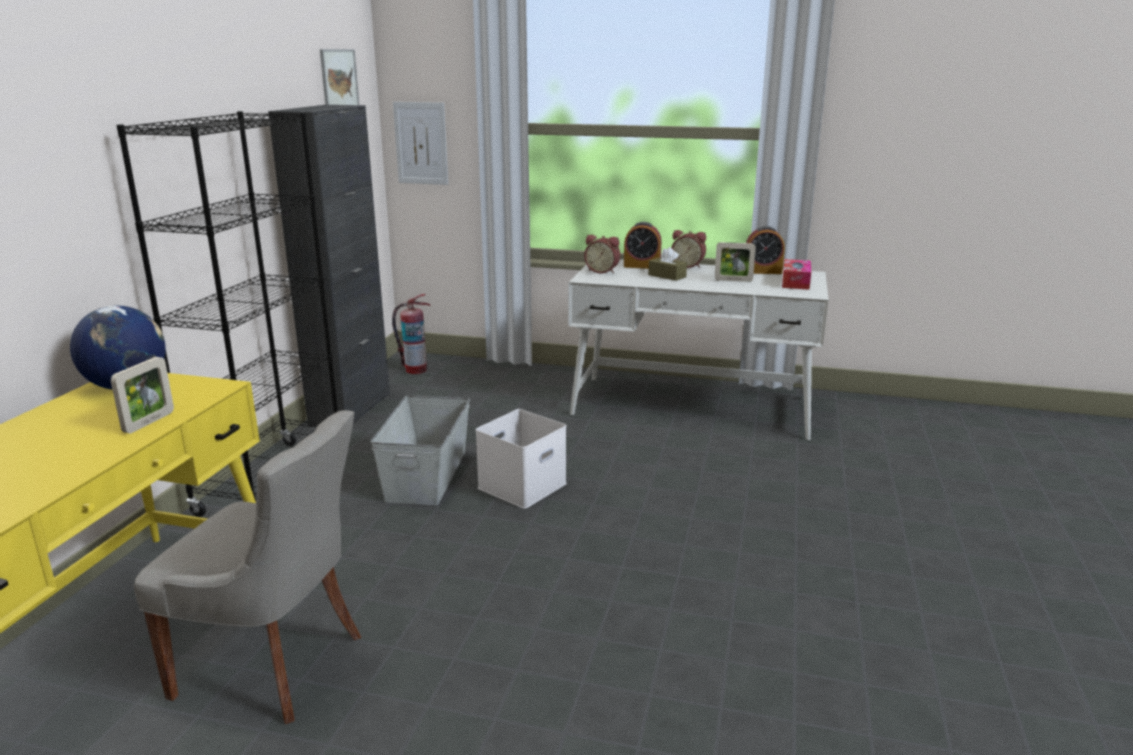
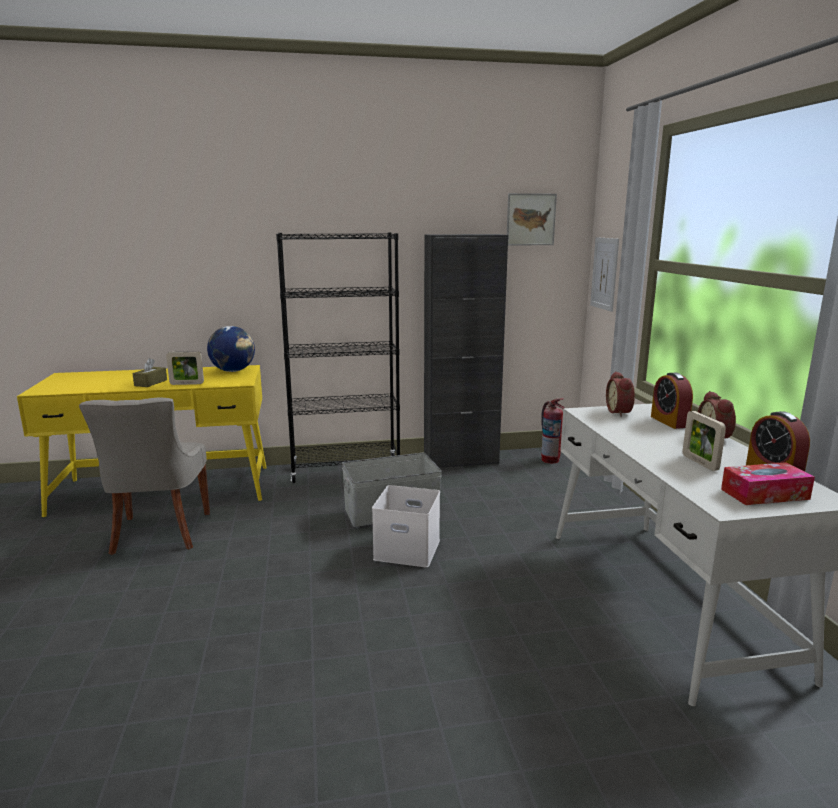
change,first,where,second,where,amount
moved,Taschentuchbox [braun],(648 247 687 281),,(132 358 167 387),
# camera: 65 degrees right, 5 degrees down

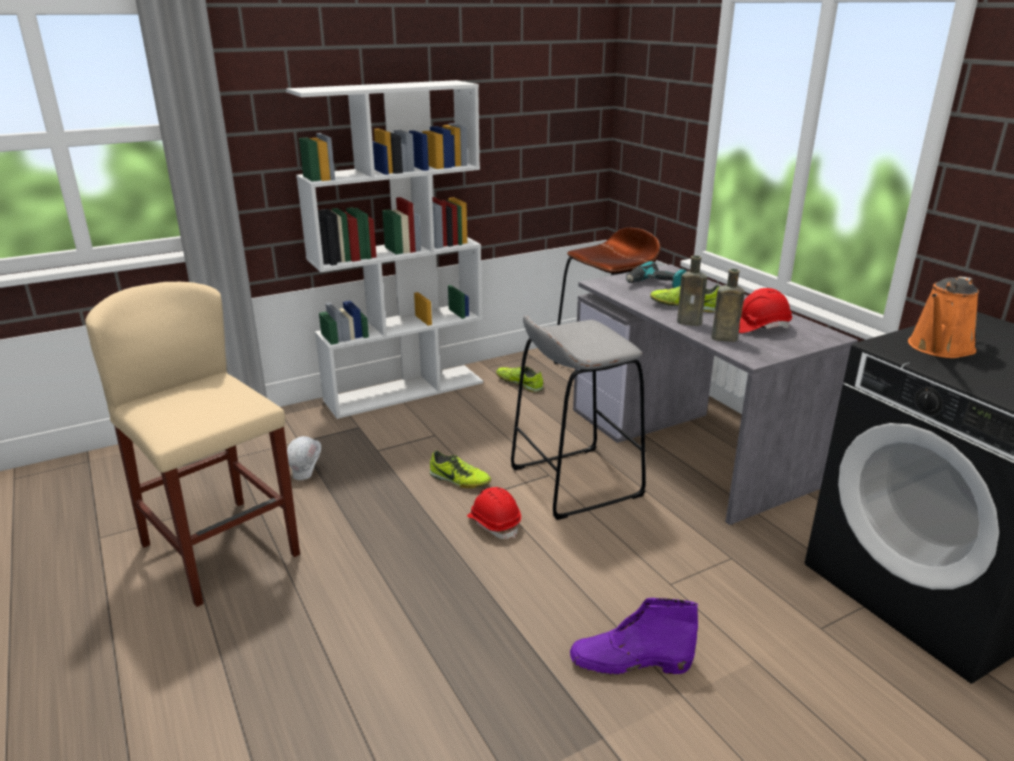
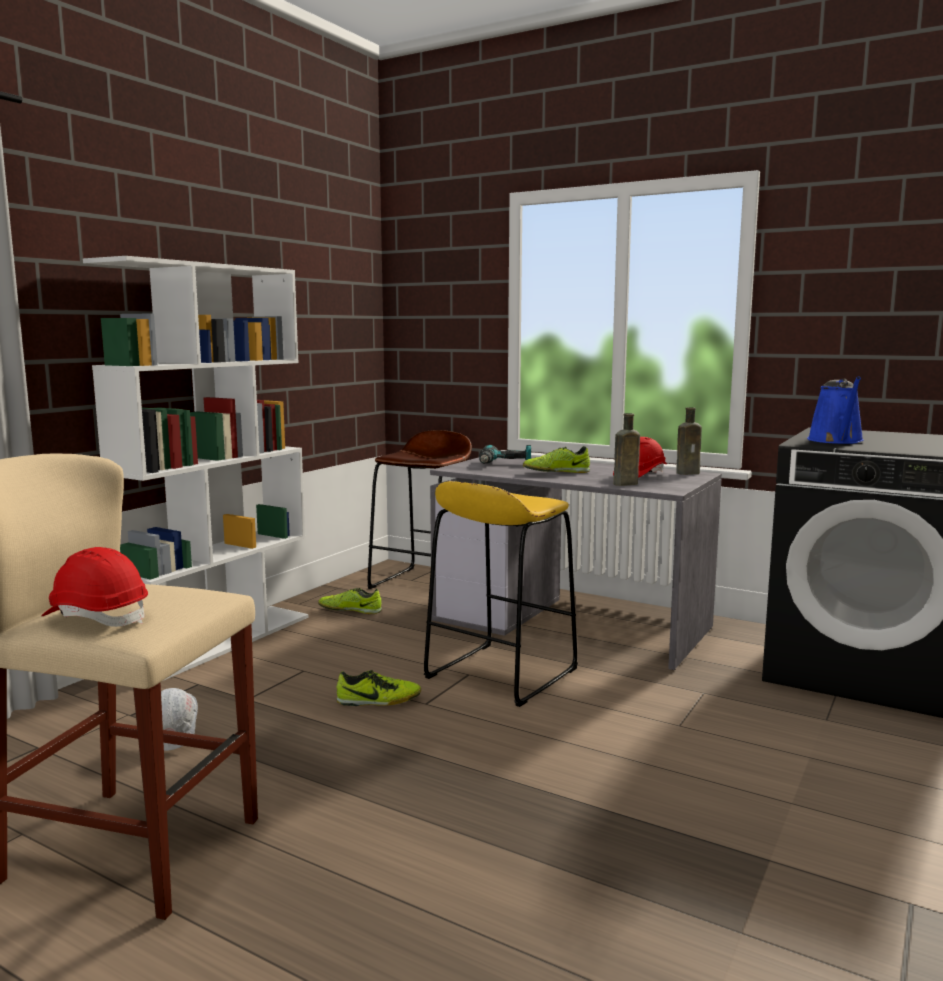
change,first,where,second,where,amount
moved,Schutzhelm [rot],(467 487 521 539),,(41 547 148 627),
recoloured,Hocker [grau],(511 316 646 520),Hocker [gelb],(424 481 578 707),
removed,Stiefel [lila],(570 598 698 676),,,
moved,Flasche [braun],(677 255 707 326),,(676 407 702 475),
recoloured,Gießkanne [orange],(908 276 979 358),Gießkanne [blau],(807 377 864 444),
# camera: 30 degrees left, 15 degrees down

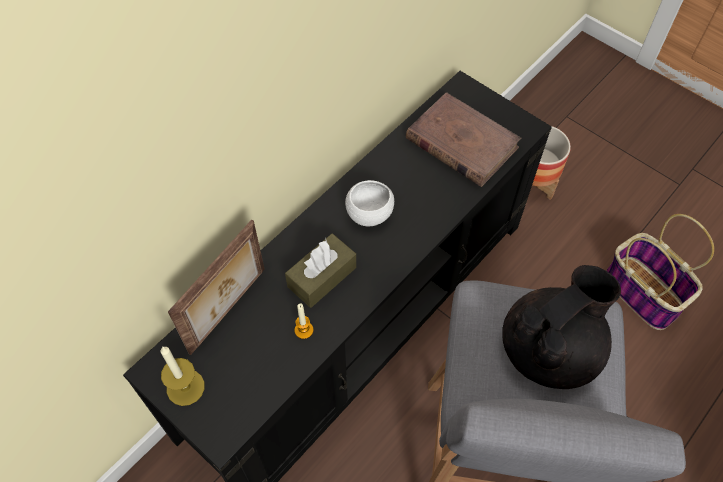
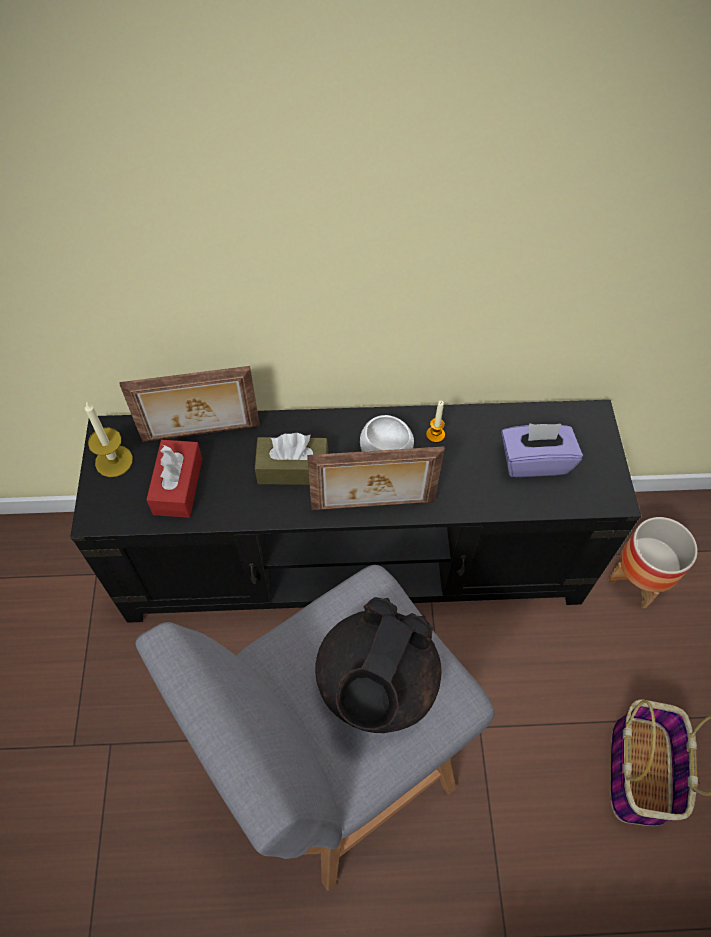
change,first,where,second,where,amount
moved,Kerze,(294 303 314 339),,(426 401 445 443),
replaced,Buch [braun],(406 92 522 187),Taschentuchbox [lila],(501 423 583 477),
turned,Teekanne [schwarz],(502 265 621 389),,(315 597 441 733),105 degrees clockwise
added,,,Taschentuchbox [rot],(146 440 202 518),
added,,,Bilderrahmen,(307 446 445 510),
# camera: 45 degrees right, 0 degrees up

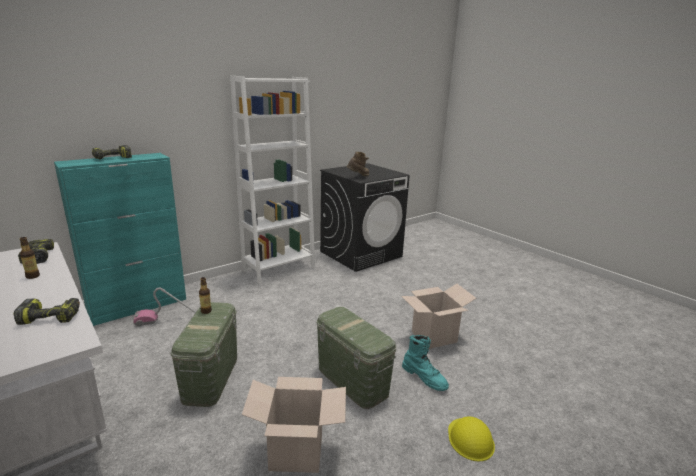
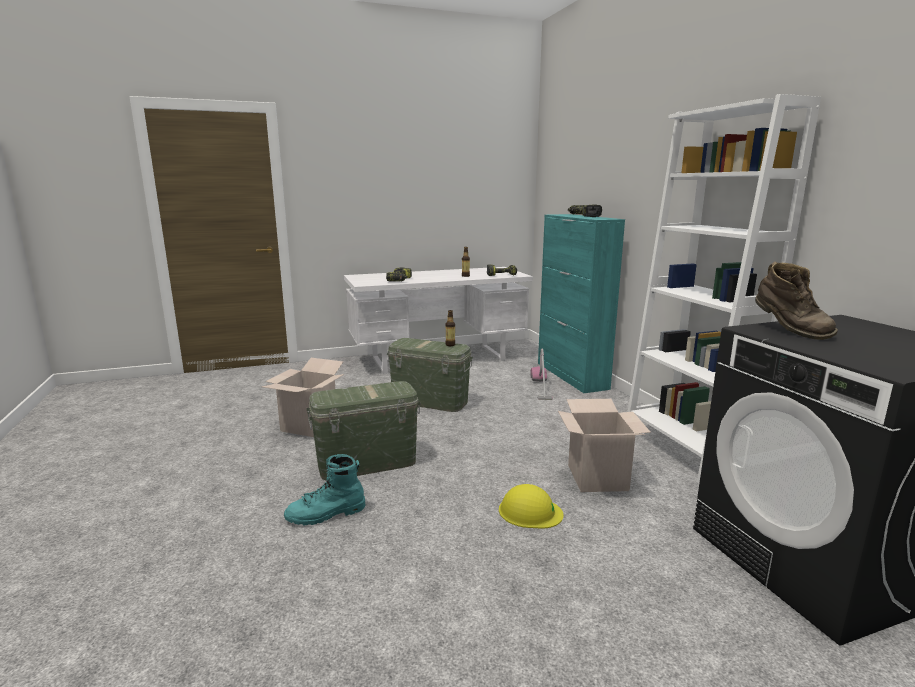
change,first,where,second,where,amount
moved,Karton,(401 284 476 349),,(558 399 651 492),
moved,Schutzhelm [gelb],(448 416 495 461),,(499 484 564 529),
# camera: 110 degrees right, 5 degrees down

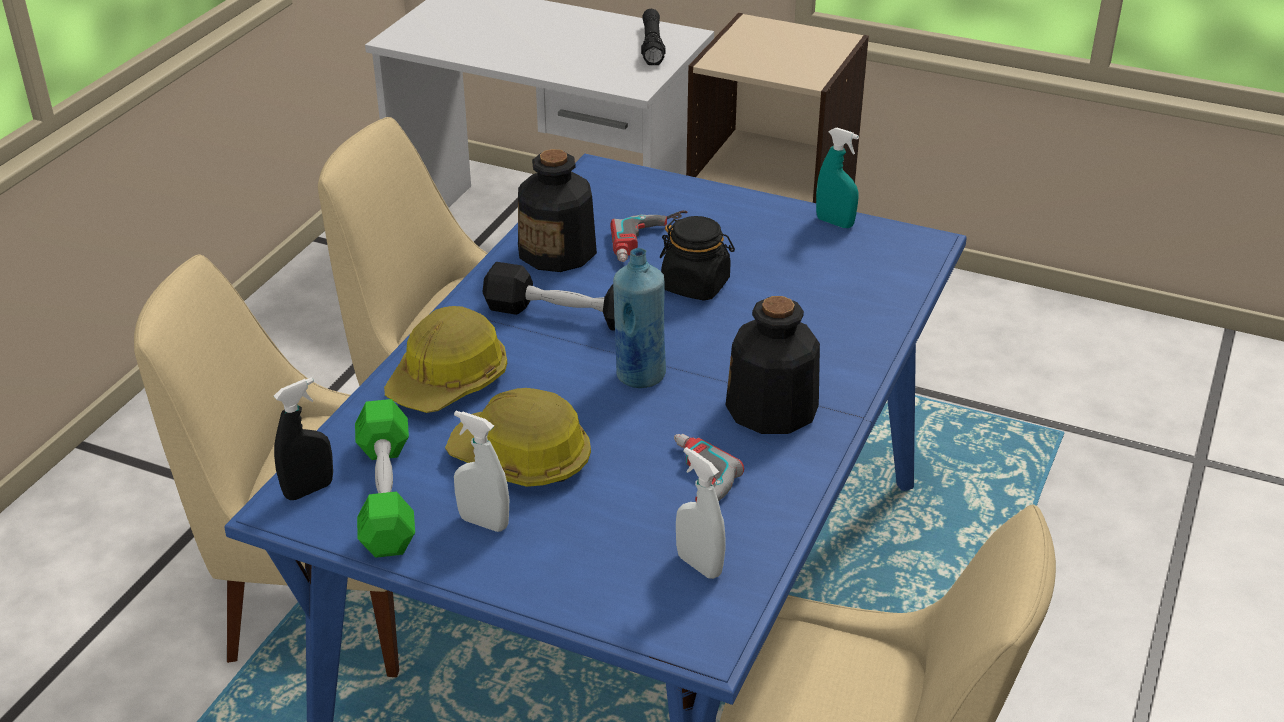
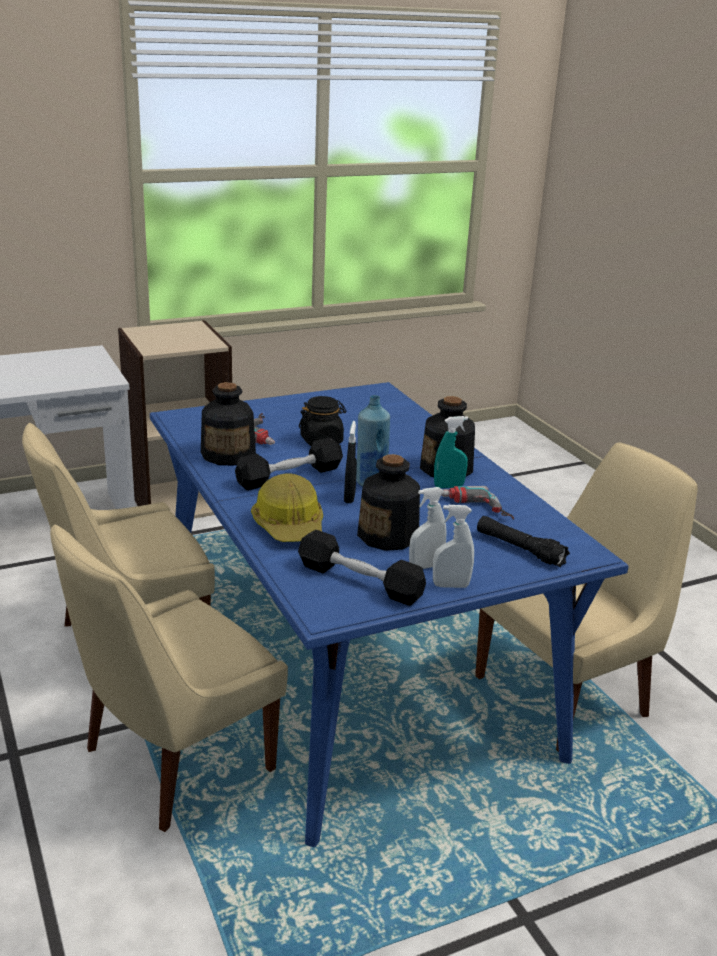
change,first,where,second,where,amount
moved,Sprühflasche [schwarz],(274 377 333 500),,(344 421 357 503),
recoloured,Hantel [grün],(355 399 415 558),Hantel [schwarz],(298 530 426 606),
replaced,Schutzhelm,(445 388 591 487),Flasche,(357 454 420 551),
moved,Taschenlampe [schwarz],(641 9 666 65),,(477 516 570 567),
moved,Sprühflasche [weiß],(676 447 725 579),,(433 505 474 588),
moved,Sprühflasche [türkis],(816 128 859 228),,(434 416 468 488),
# camera: 50 degrees left, 10 degrees down

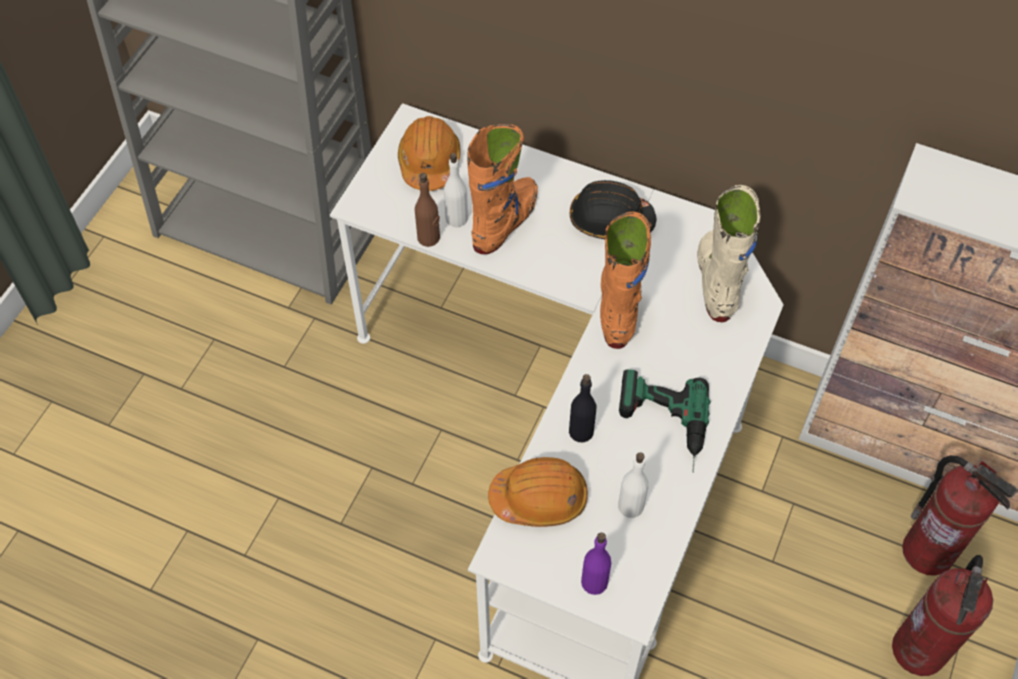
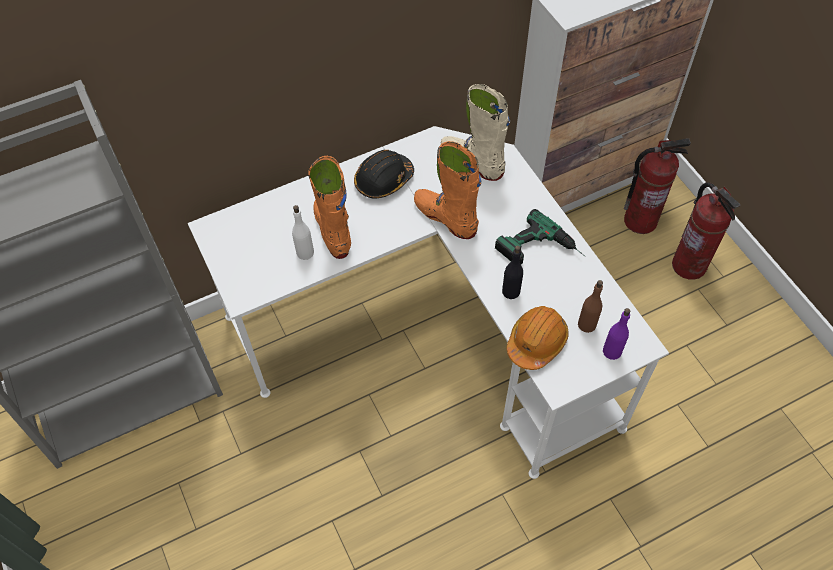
change,first,where,second,where,amount
removed,Schutzhelm [orange],(398 116 461 191),,,
moved,Flasche [braun],(415 173 440 247),,(578 280 603 333),
removed,Flasche [weiß],(618 453 648 518),,,
# camera: 50 degrees left, 0 degrees up

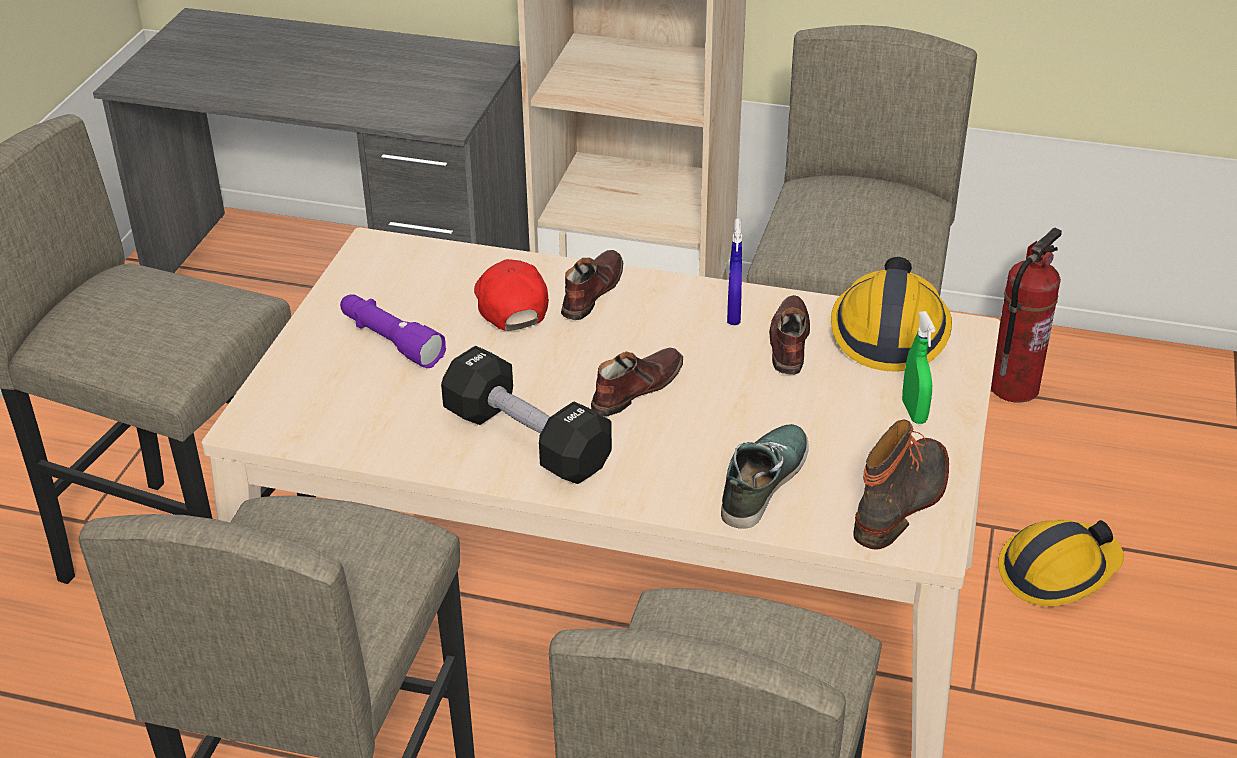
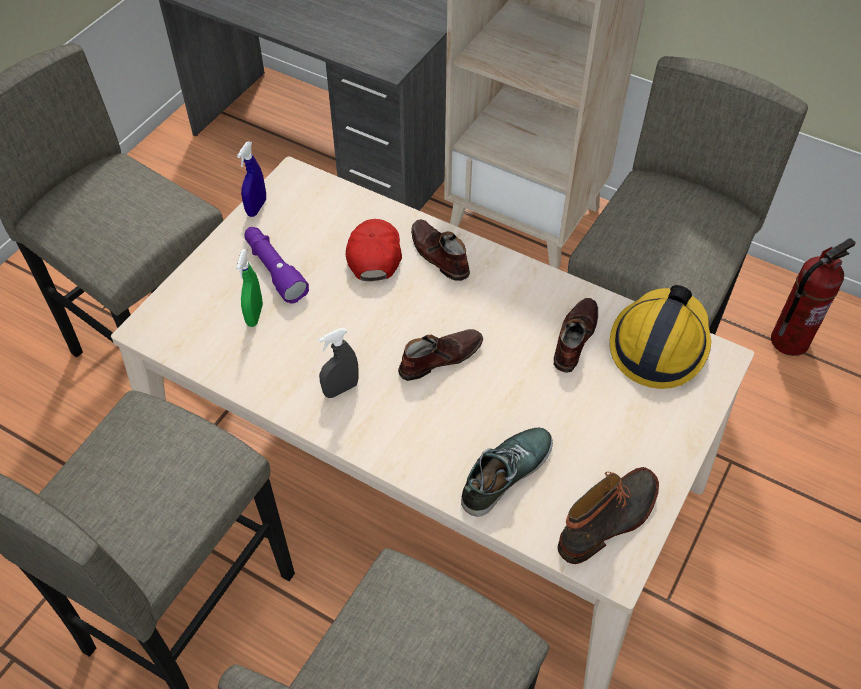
change,first,where,second,where,amount
replaced,Hantel [schwarz],(441 346 612 484),Sprühflasche [grau],(318 328 359 398),
turned,Schuh [braun],(561 250 623 320),,(411 219 470 281),75 degrees counterclockwise
moved,Sprühflasche [blau],(727 219 742 325),,(237 141 266 217),
moved,Sprühflasche [grün],(902 311 935 424),,(236 249 263 327),
removed,Schutzhelm,(998 519 1124 606),,,
# camera: 15 degrees right, 15 degrees up

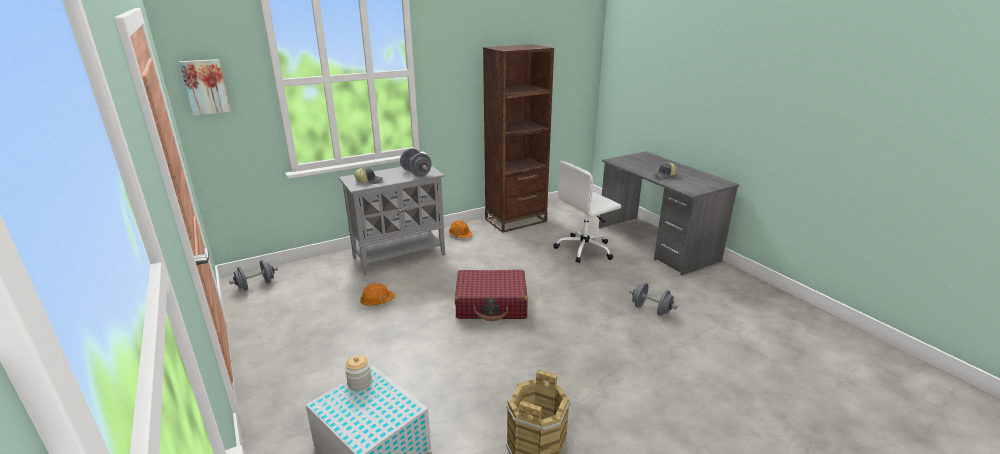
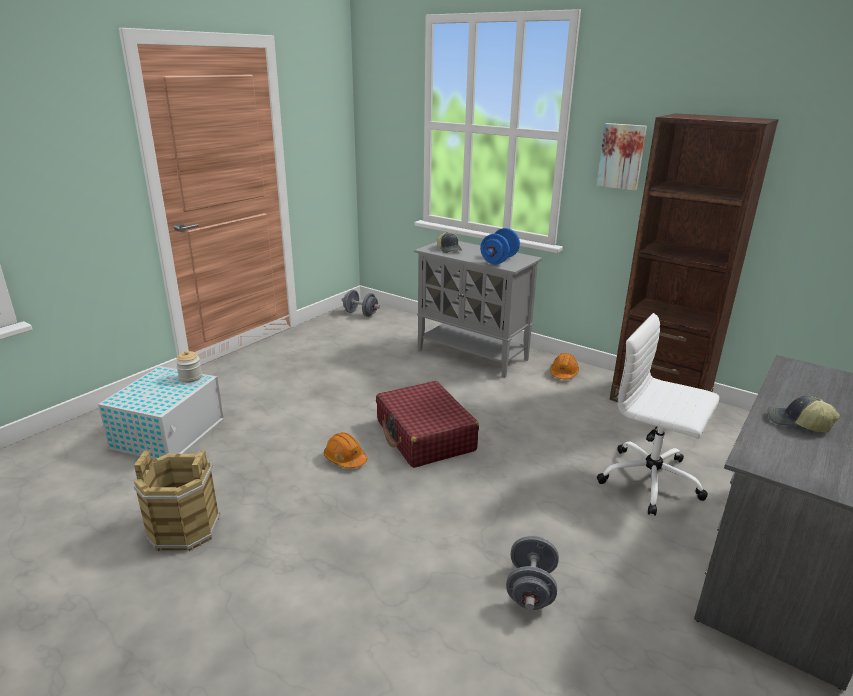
change,first,where,second,where,amount
moved,Bild,(179 59 231 116),,(597 123 647 191),
moved,Schutzhelm [orange],(360 283 395 306),,(324 432 367 468),
recoloured,Hantel [grau],(400 148 432 177),Hantel [blau],(480 228 520 264),
# camera: 65 degrees right, 0 degrees up

